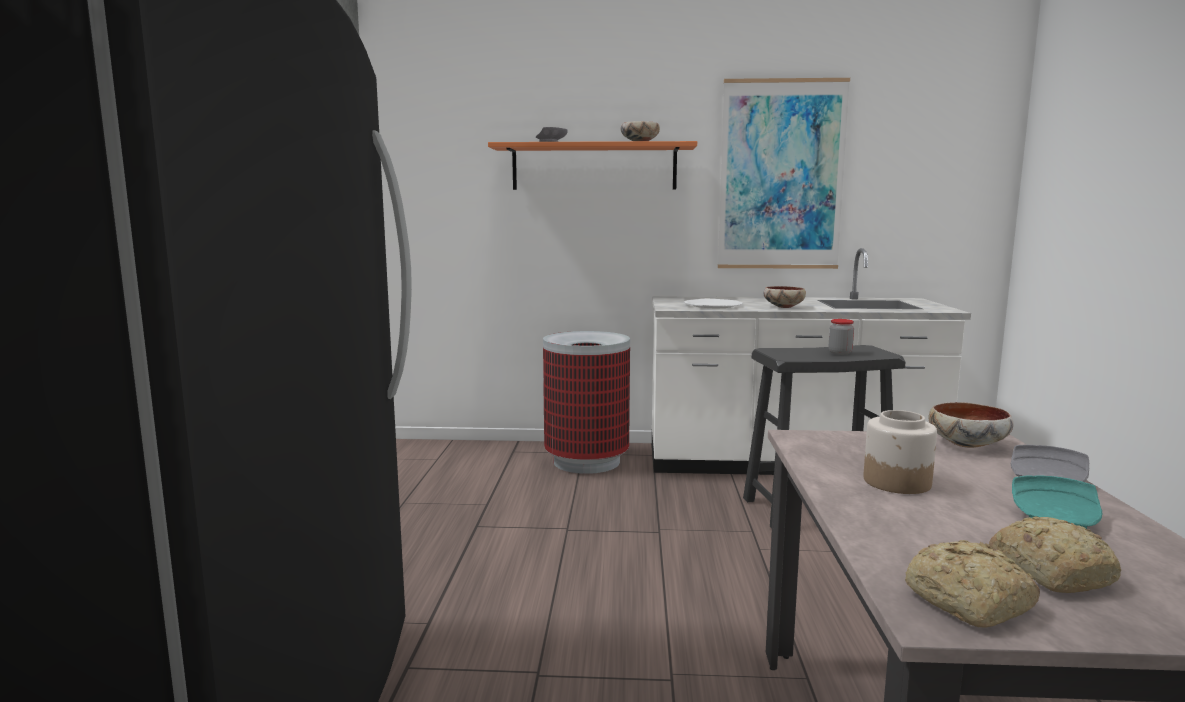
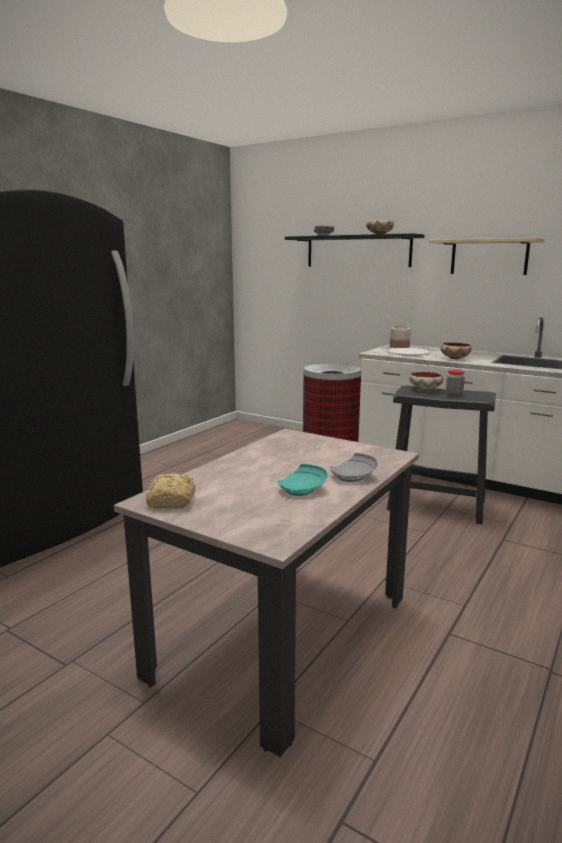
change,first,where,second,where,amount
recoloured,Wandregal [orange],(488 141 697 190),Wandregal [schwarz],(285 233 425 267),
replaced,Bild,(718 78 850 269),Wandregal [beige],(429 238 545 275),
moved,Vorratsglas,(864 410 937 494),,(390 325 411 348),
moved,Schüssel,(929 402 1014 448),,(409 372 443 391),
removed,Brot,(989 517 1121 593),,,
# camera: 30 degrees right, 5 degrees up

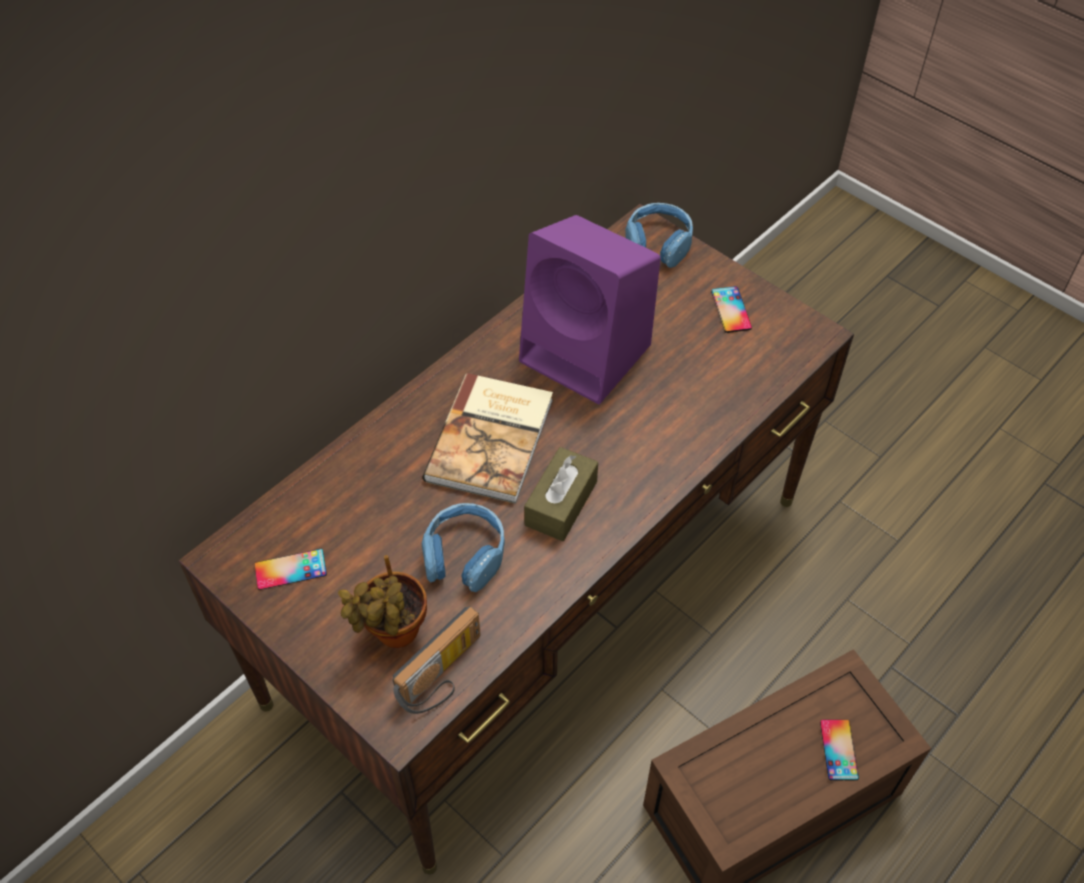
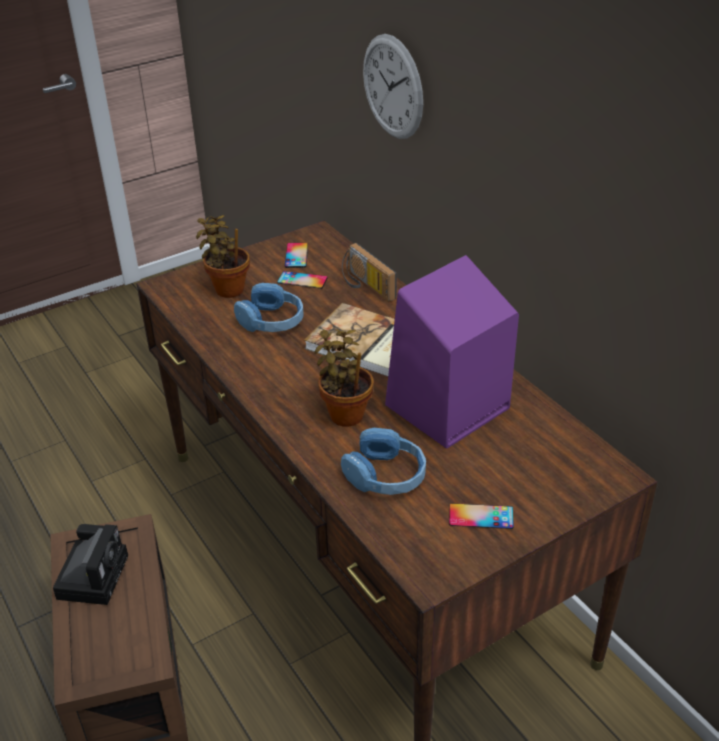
change,first,where,second,where,amount
moved,Radio,(393 606 481 714),,(342 243 397 301),
removed,Taschentuchbox [braun],(524 447 598 541),,,
moved,Kopfhörer [blau],(625 203 693 268),,(341 428 426 495),
moved,Handy,(820 720 859 780),,(277 271 328 289),
added,,,Kamera,(53 524 128 605),
added,,,Topfpflanze,(314 329 374 427),
added,,,Wanduhr,(363 34 423 139),
# camera: 105 degrees right, 15 degrees down

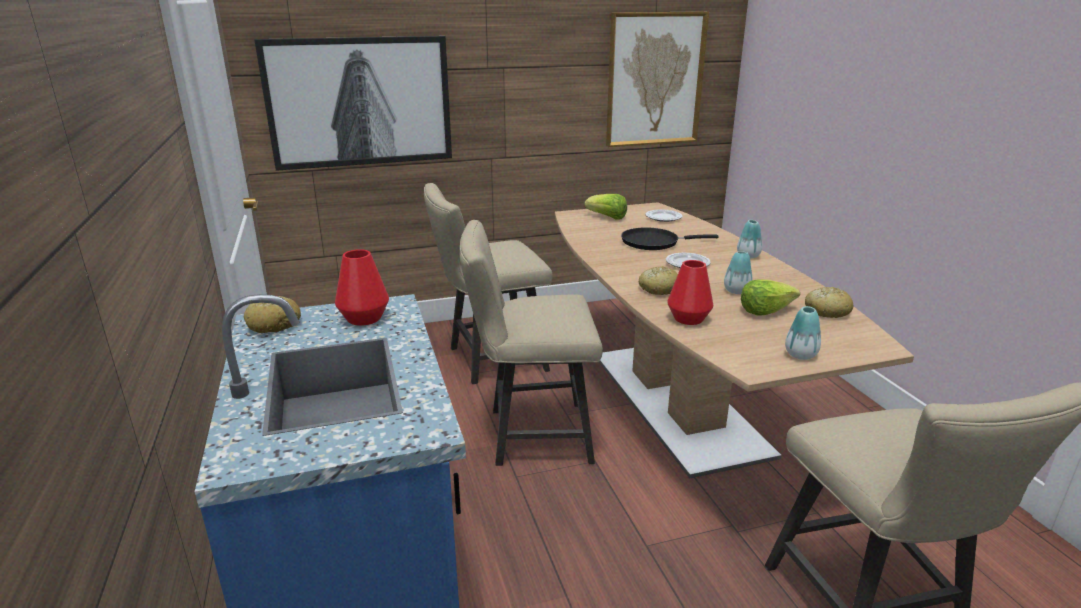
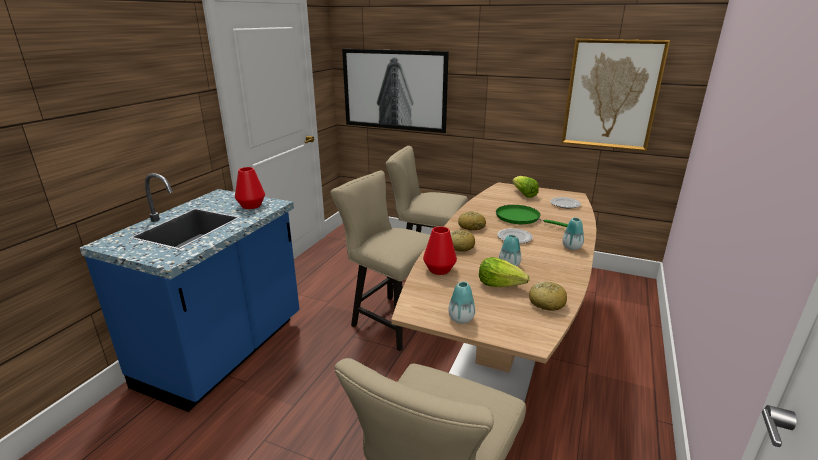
change,first,where,second,where,amount
moved,Brot,(244 296 301 333),,(458 211 486 230),
recoloured,Pfanne [schwarz],(621 227 719 250),Pfanne [grün],(496 205 568 227),
# camera: 40 degrees right, 0 degrees up

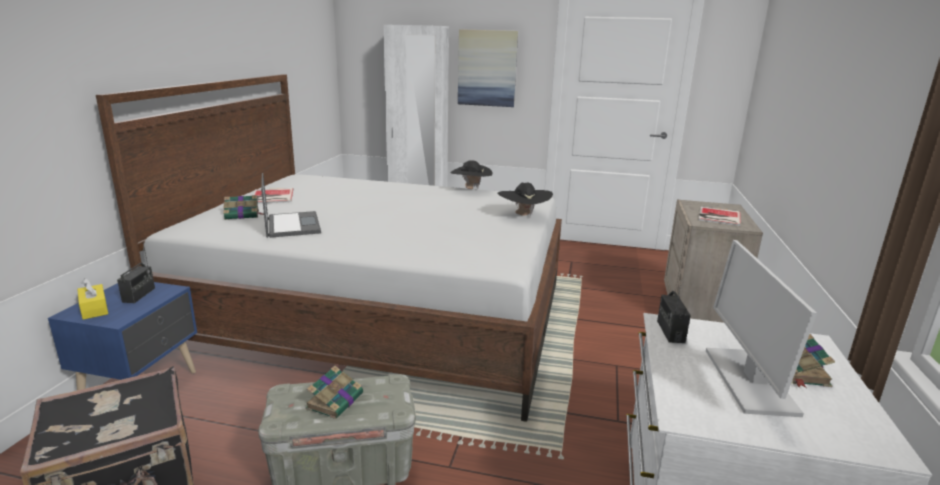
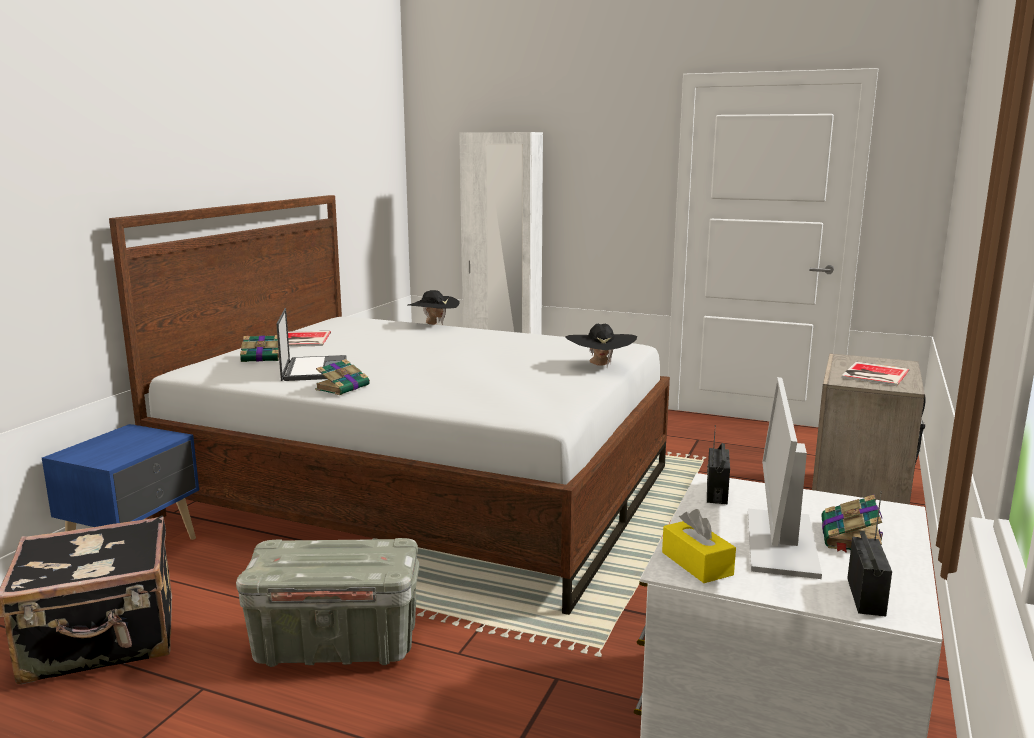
change,first,where,second,where,amount
moved,Taschentuchbox [gelb],(77 278 108 320),,(662 509 736 583),
moved,Radio,(117 242 155 303),,(847 491 892 617),
moved,Buch,(305 365 363 419),,(315 359 370 395),
moved,Hut [schwarz],(450 160 493 189),,(408 290 460 325),
removed,Bild,(458 29 518 107),,,
# camera: 10 degrees right, 5 degrees down

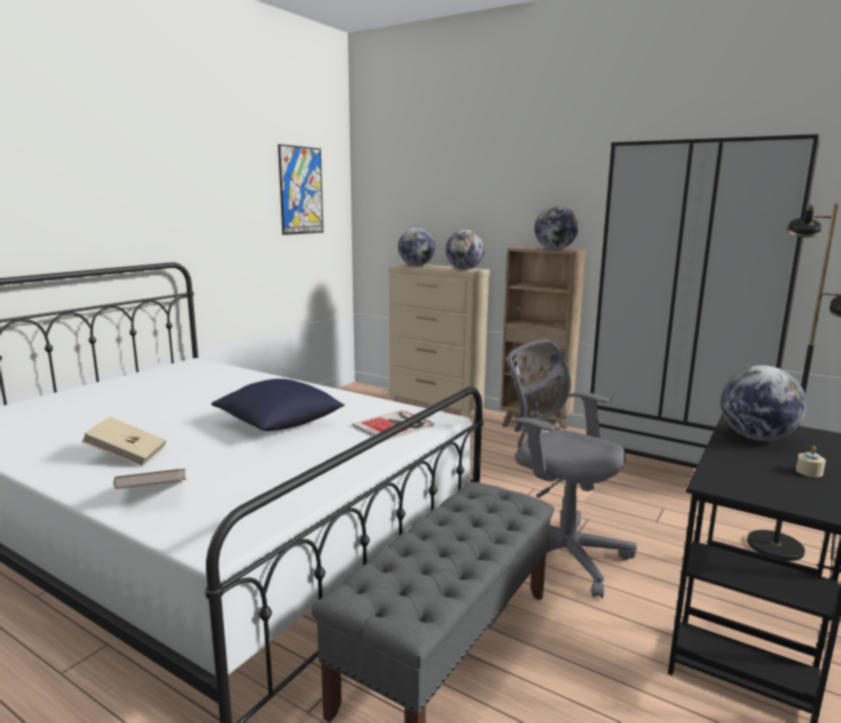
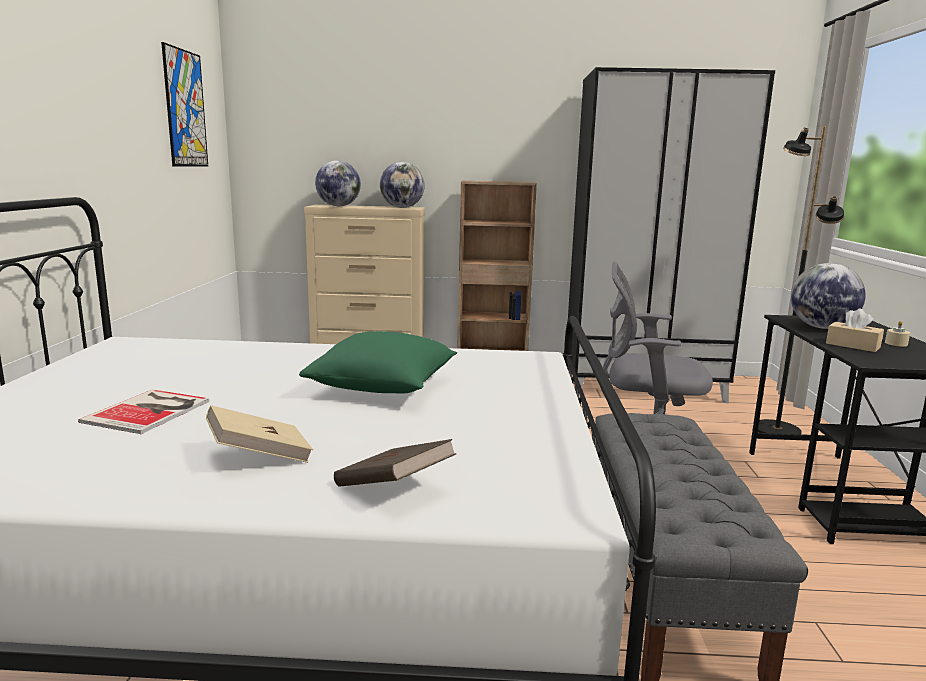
change,first,where,second,where,amount
recoloured,Kissen [blau],(211 379 345 431),Kissen [grün],(299 331 457 394),
moved,Buch,(352 410 435 441),,(78 389 209 434),
removed,Globus,(534 205 579 250),,,
added,,,Taschentuchbox [beige],(826 309 884 352),
# camera: 30 degrees left, 0 degrees up

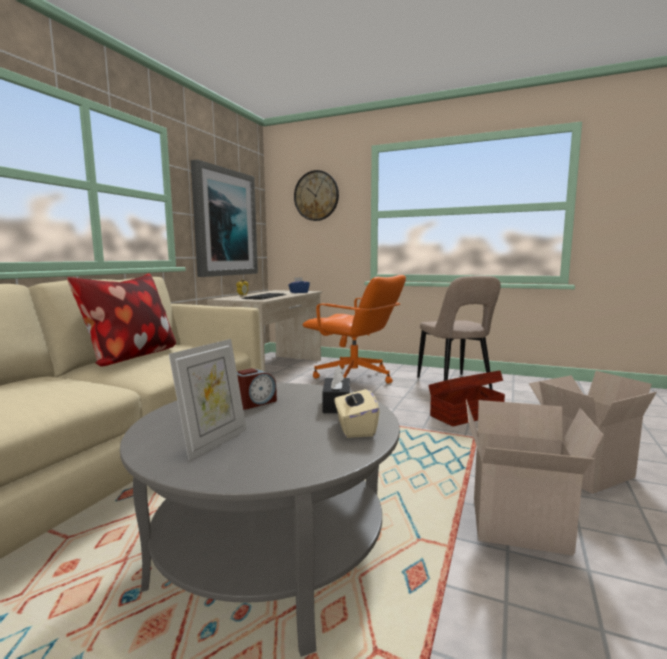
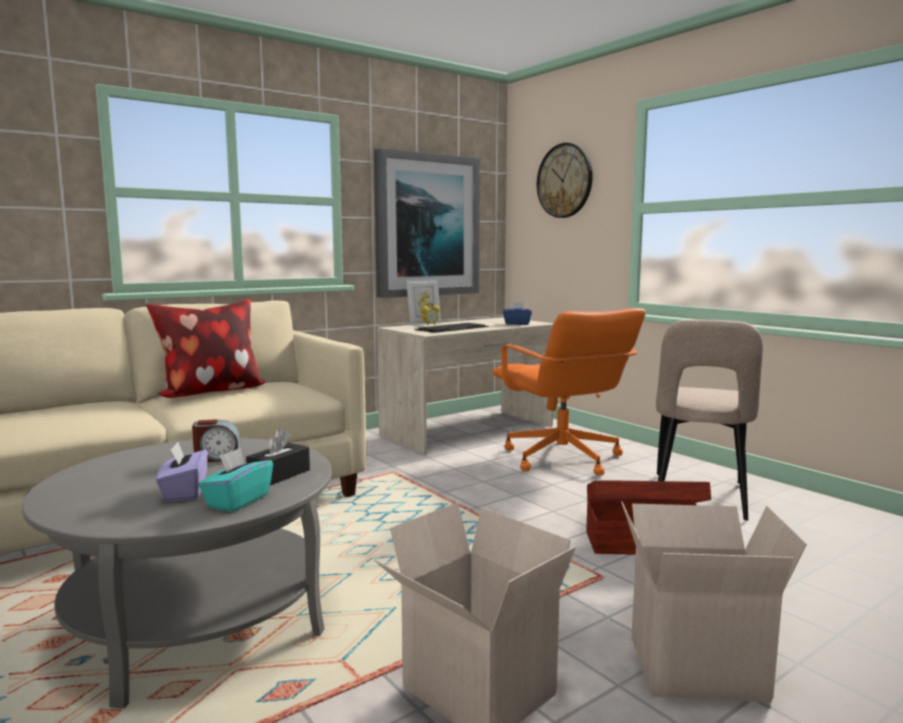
change,first,where,second,where,amount
moved,Bilderrahmen,(169 339 247 461),,(406 279 441 325),
recoloured,Taschentuchbox [beige],(334 381 379 438),Taschentuchbox [türkis],(199 447 273 512),
added,,,Taschentuchbox [lila],(156 442 208 502),
# camera: 30 degrees right, 0 degrees up

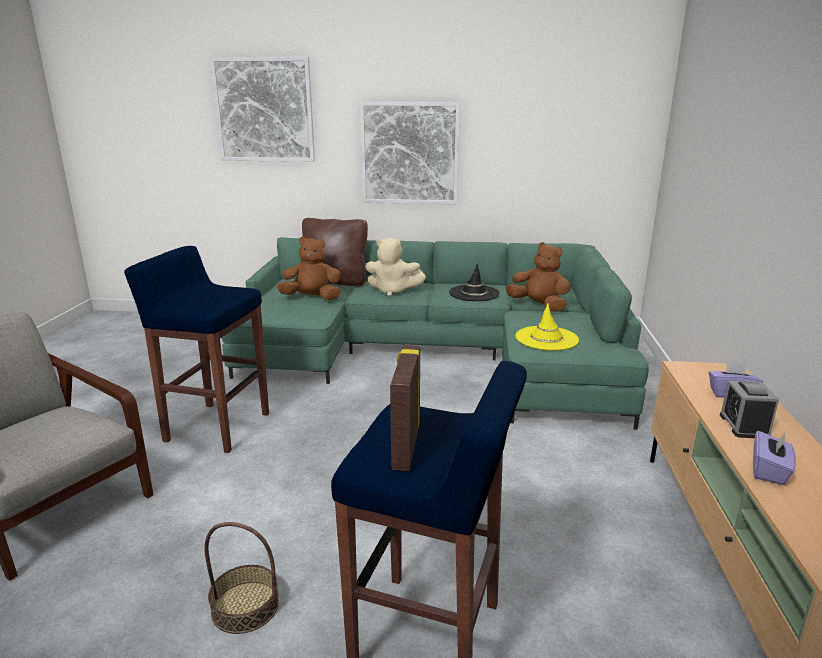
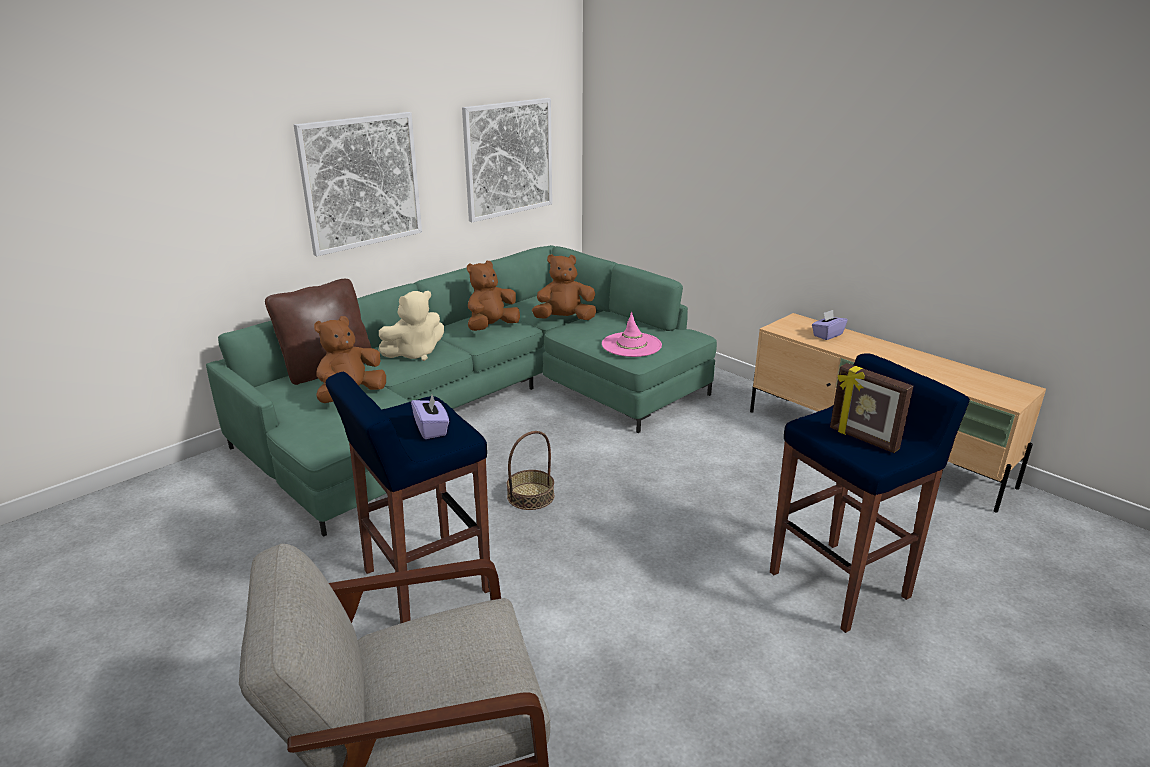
change,first,where,second,where,amount
moved,Korb,(204 522 279 634),,(507 431 554 510),
moved,Bild,(210 57 315 162),,(462 98 552 222),
replaced,Hut [schwarz],(449 264 500 301),Plüschtier [braun],(467 261 520 331),
recoloured,Hut [gelb],(515 303 579 350),Hut [rosa],(602 312 662 357),
removed,Wecker,(720 380 779 438),,,
moved,Taschentuchbox [lila],(753 431 796 485),,(411 395 449 439),
# camera: 50 degrees left, 5 degrees up

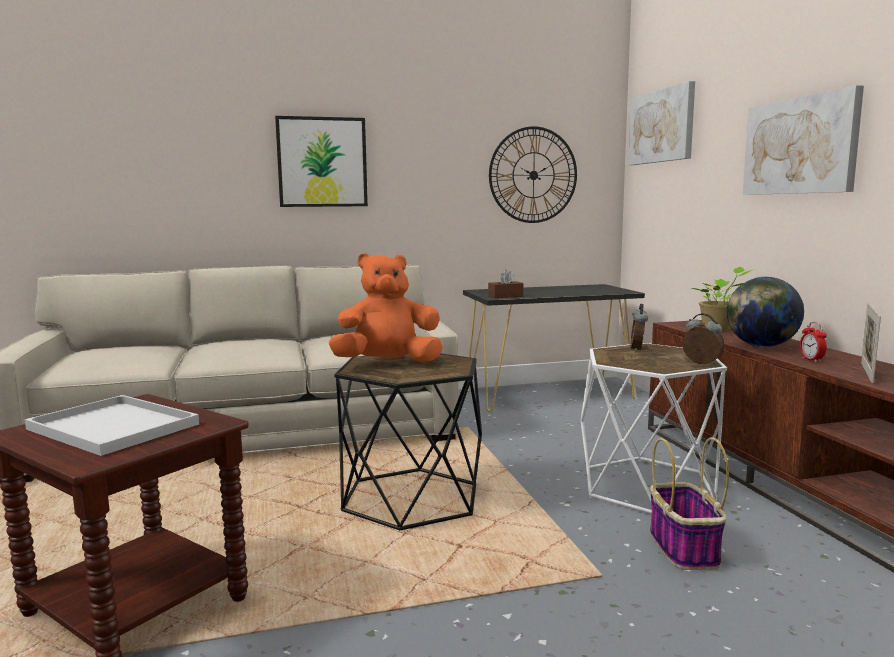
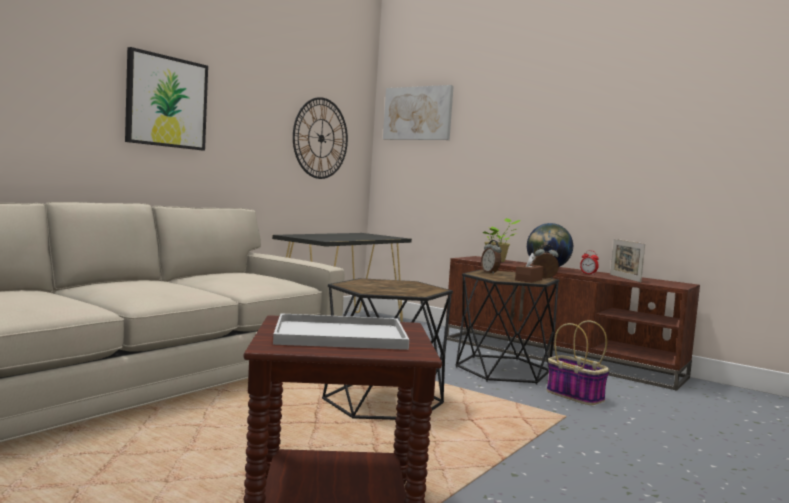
change,first,where,second,where,amount
removed,Plüschtier [orange],(329 253 443 362),,,
moved,Taschentuchbox [braun],(488 270 524 298),,(515 253 543 283),
recoloured,Beistelltisch [weiß],(581 343 727 514),Beistelltisch [schwarz],(456 270 559 384),
removed,Bild,(743 85 864 195),,,
# camera: 40 degrees left, 5 degrees down

